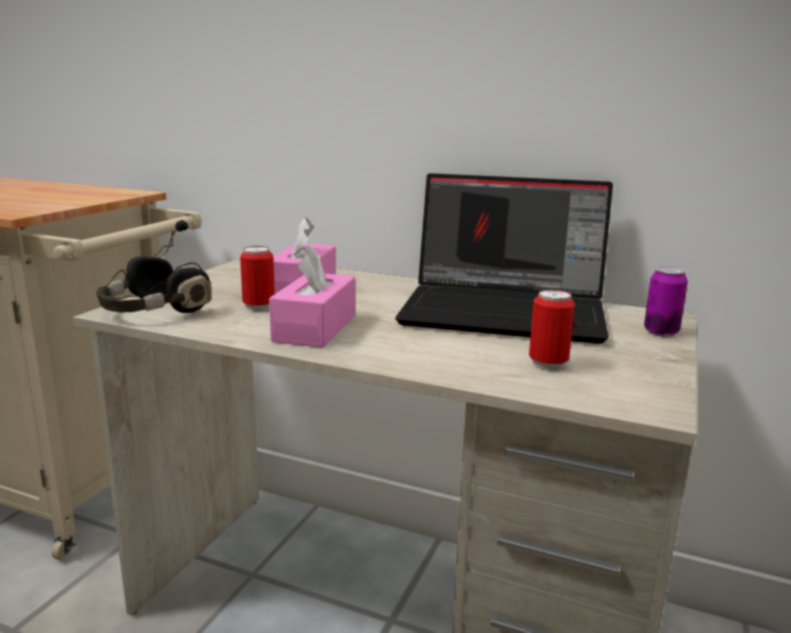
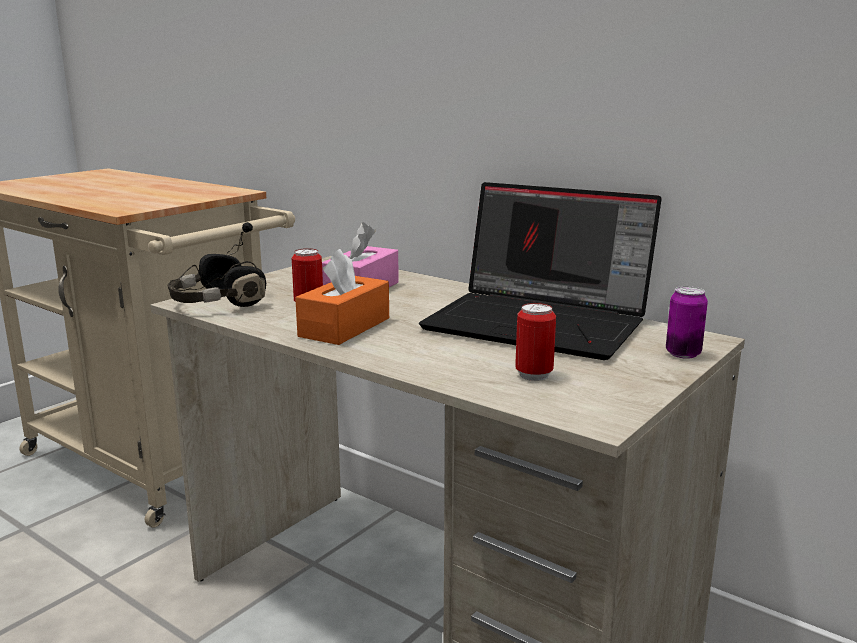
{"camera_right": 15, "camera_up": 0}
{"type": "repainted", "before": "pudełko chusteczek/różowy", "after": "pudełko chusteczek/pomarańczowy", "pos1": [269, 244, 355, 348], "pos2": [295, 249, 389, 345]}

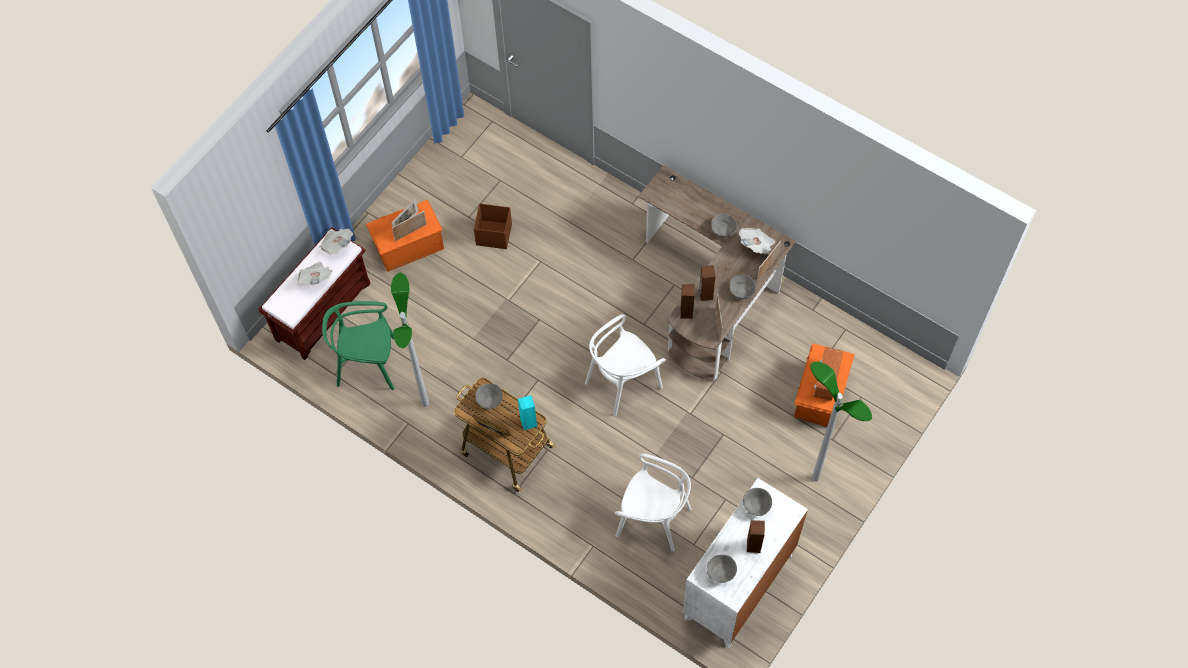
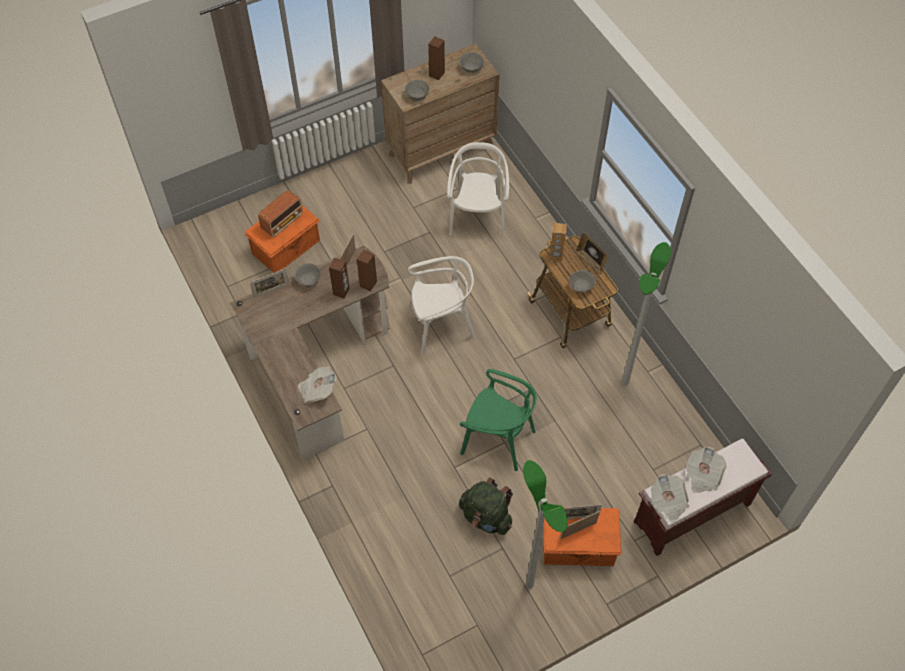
{"camera_right": -155, "camera_up": -5}
{"type": "gone", "before": "miska/szary", "pos1": [711, 214, 737, 237]}
{"type": "shifted", "before": "krzesło/zielony", "pos1": [322, 301, 395, 390], "pos2": [460, 369, 537, 471]}
{"type": "shifted", "before": "gazeta", "pos1": [739, 228, 776, 254], "pos2": [298, 366, 337, 403]}
{"type": "shifted", "before": "lampa stojąca", "pos1": [811, 362, 872, 482], "pos2": [523, 460, 568, 589]}
{"type": "swapped", "before": "pojemnik do przechowywania/brązowy", "after": "plecak/zielony", "pos1": [474, 203, 512, 249], "pos2": [459, 477, 513, 535]}
{"type": "repainted", "before": "głośnik/turkusowy", "after": "głośnik/brązowy", "pos1": [518, 395, 537, 430], "pos2": [549, 223, 567, 262]}
{"type": "repainted", "before": "komoda/biały", "after": "komoda/brązowy", "pos1": [683, 478, 808, 648], "pos2": [381, 44, 500, 184]}
{"type": "rotated", "before": "krzesło/biały", "pos1": [615, 453, 691, 552], "pos2": [447, 142, 509, 238], "turn": 45}

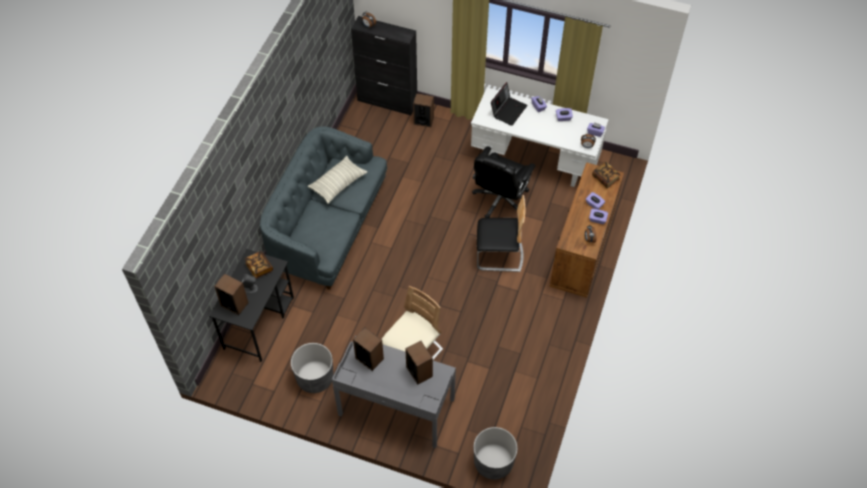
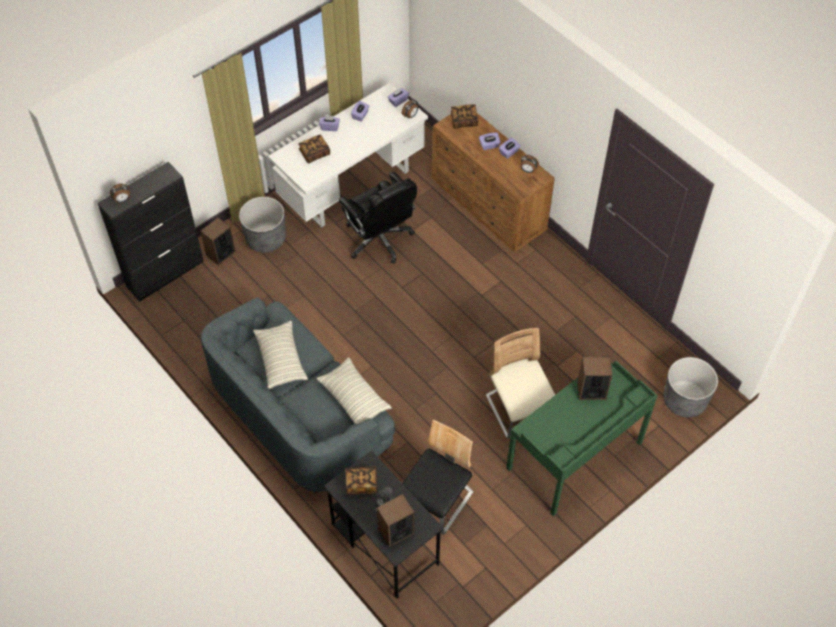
{"camera_right": -60, "camera_up": 0}
{"type": "gone", "before": "głośnik", "pos1": [353, 328, 384, 371]}
{"type": "new", "after": "poduszka", "pos2": [316, 358, 392, 424]}
{"type": "shifted", "before": "donica/szary", "pos1": [291, 343, 334, 393], "pos2": [239, 197, 286, 253]}
{"type": "shifted", "before": "krzesło", "pos1": [477, 195, 525, 272], "pos2": [402, 420, 474, 535]}
{"type": "swapped", "before": "laptop", "after": "książka", "pos1": [491, 82, 528, 126], "pos2": [298, 134, 330, 164]}
{"type": "repainted", "before": "biurko/szary", "after": "biurko/zielony", "pos1": [332, 336, 456, 448], "pos2": [506, 361, 658, 516]}

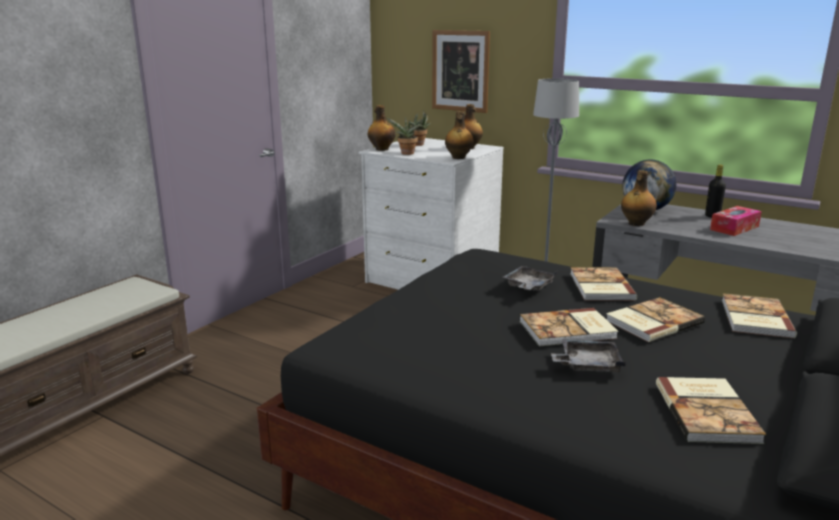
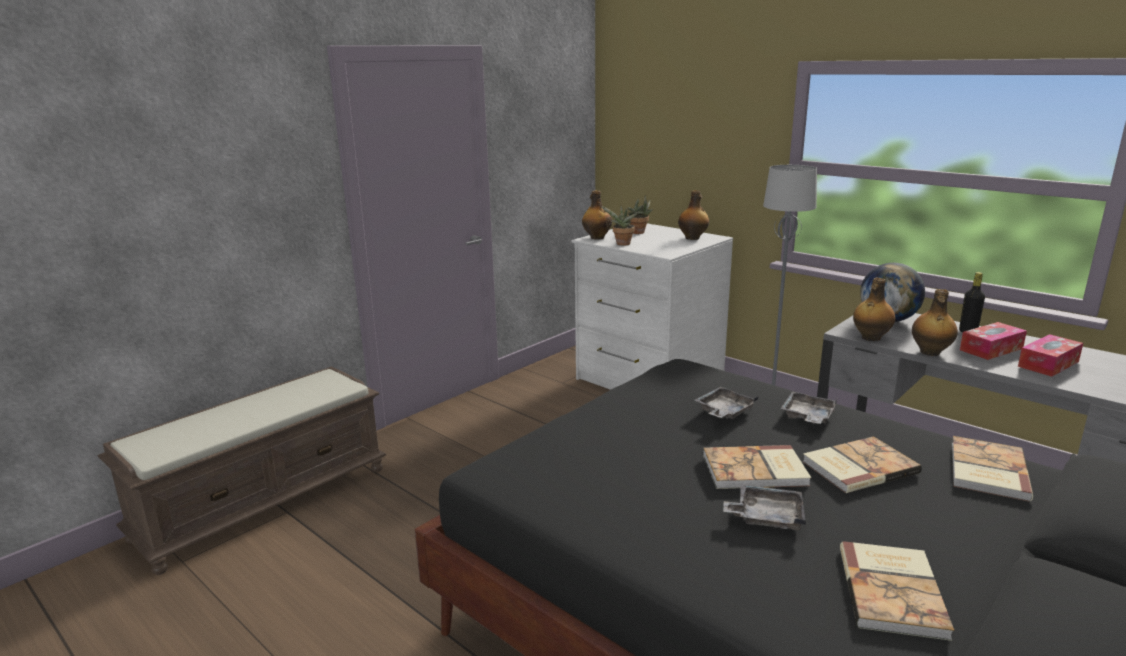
{"camera_right": 10, "camera_up": 0}
{"type": "gone", "before": "obraz", "pos1": [432, 30, 490, 113]}
{"type": "new", "after": "pudełko chusteczek", "pos2": [1018, 334, 1083, 377]}
{"type": "shifted", "before": "butelka", "pos1": [445, 111, 474, 159], "pos2": [912, 289, 958, 356]}
{"type": "swapped", "before": "książka", "after": "taca/szary", "pos1": [570, 267, 637, 301], "pos2": [781, 391, 837, 424]}

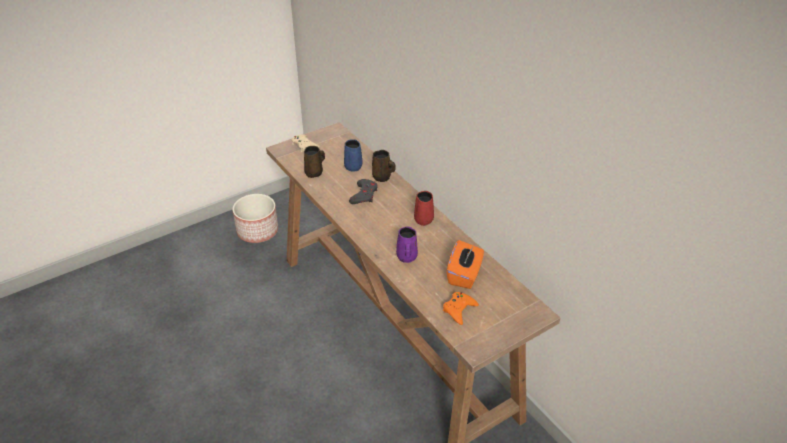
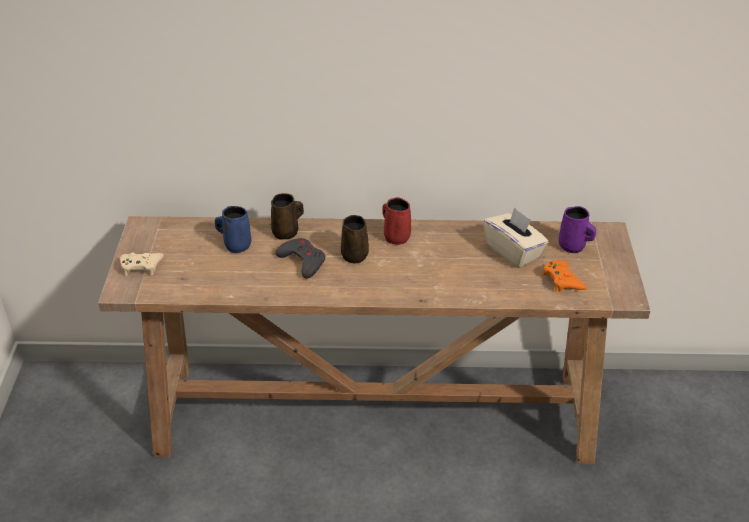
{"camera_right": -55, "camera_up": 0}
{"type": "gone", "before": "donica", "pos1": [233, 194, 278, 243]}
{"type": "shifted", "before": "kubek/brązowy", "pos1": [304, 146, 325, 178], "pos2": [341, 215, 369, 263]}
{"type": "shifted", "before": "kubek/fioletowy", "pos1": [396, 227, 418, 263], "pos2": [559, 206, 596, 253]}
{"type": "repainted", "before": "pudełko chusteczek/pomarańczowy", "after": "pudełko chusteczek/beżowy", "pos1": [446, 240, 484, 289], "pos2": [483, 207, 548, 268]}

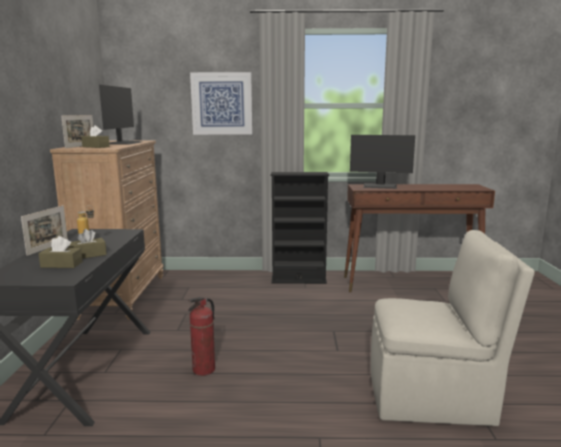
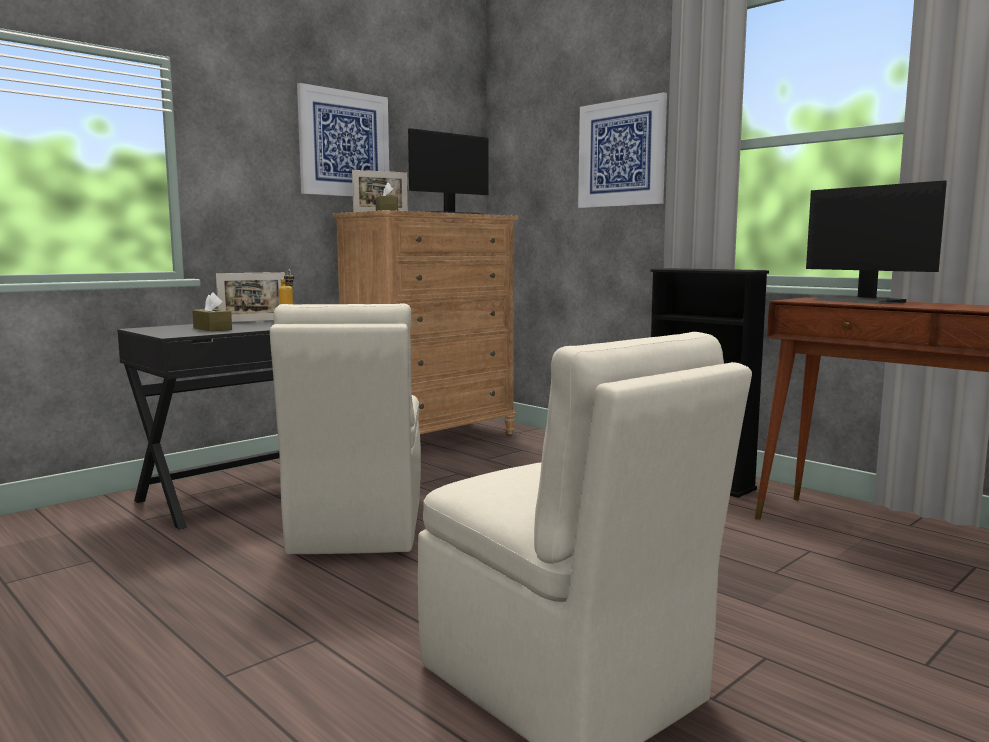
{"camera_right": 45, "camera_up": -5}
{"type": "gone", "before": "pudełko chusteczek/brązowy", "pos1": [68, 229, 107, 259]}
{"type": "new", "after": "obraz", "pos2": [297, 83, 389, 197]}
{"type": "swapped", "before": "gaśnica", "after": "krzesło/beżowy", "pos1": [188, 297, 215, 376], "pos2": [270, 304, 421, 554]}

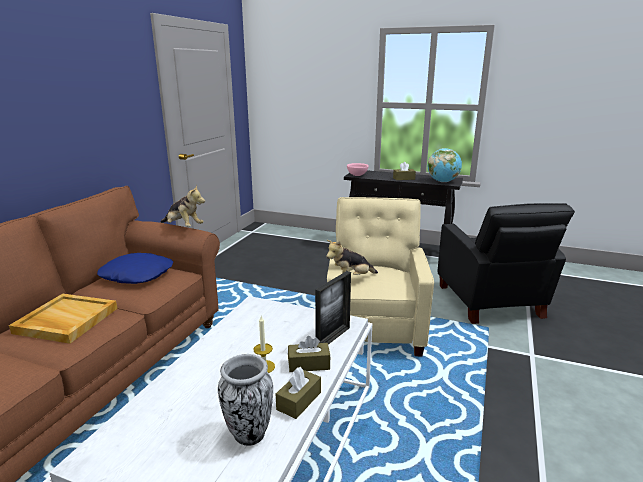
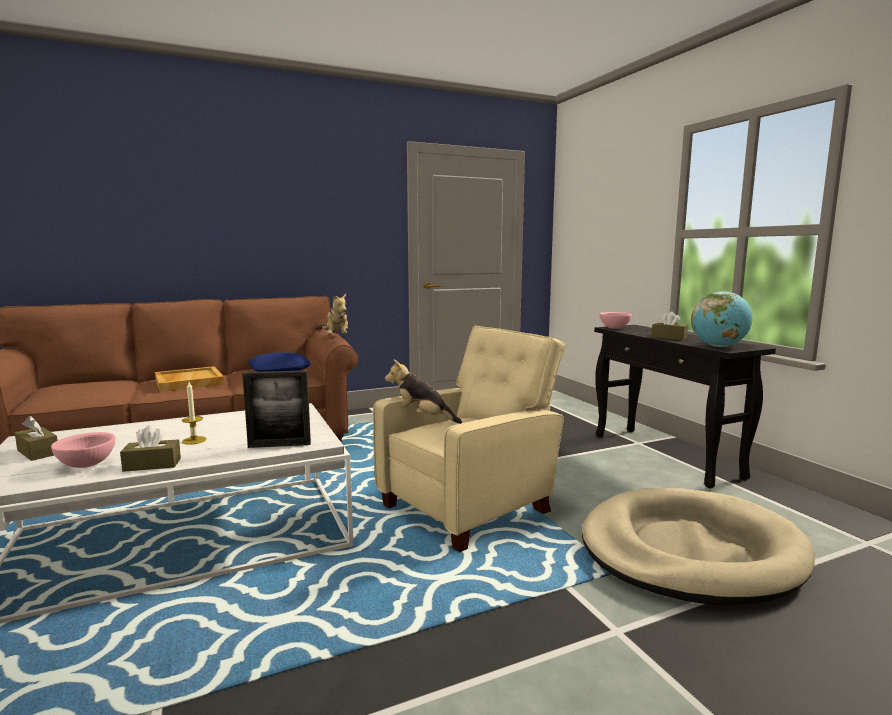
{"camera_right": 45, "camera_up": -10}
{"type": "shifted", "before": "pudełko chusteczek/brązowy", "pos1": [288, 336, 331, 372], "pos2": [15, 416, 58, 461]}
{"type": "swapped", "before": "wazon", "after": "miska/różowy", "pos1": [218, 354, 273, 446], "pos2": [51, 432, 115, 468]}
{"type": "swapped", "before": "fotel/czarny", "after": "legowisko/beżowy", "pos1": [438, 203, 575, 324], "pos2": [582, 488, 815, 605]}

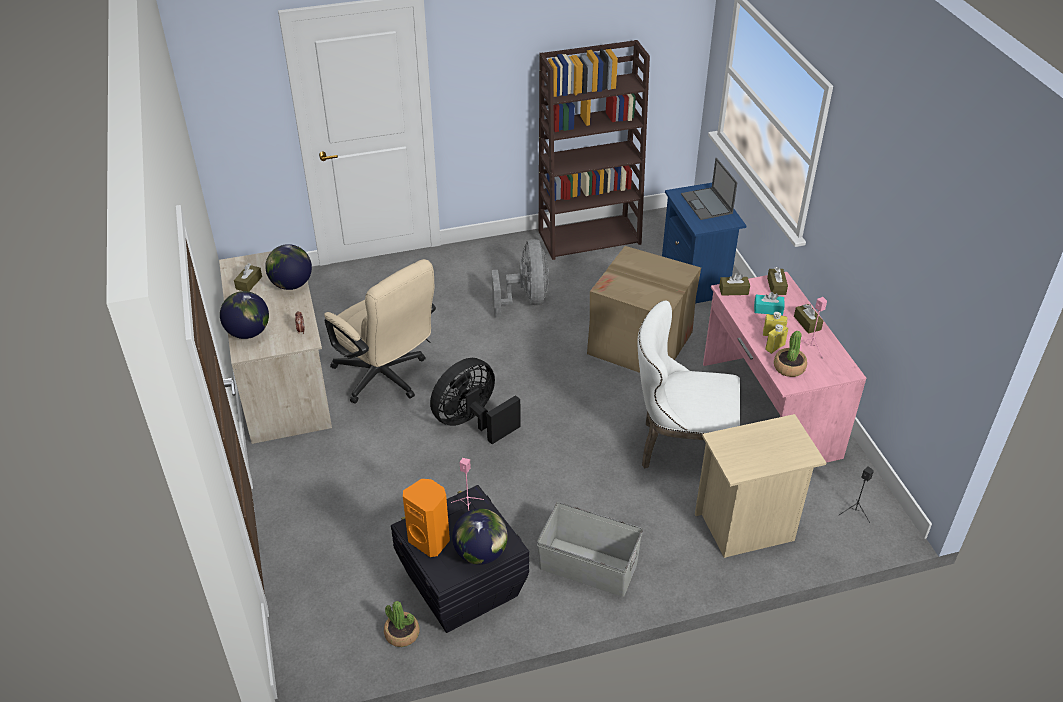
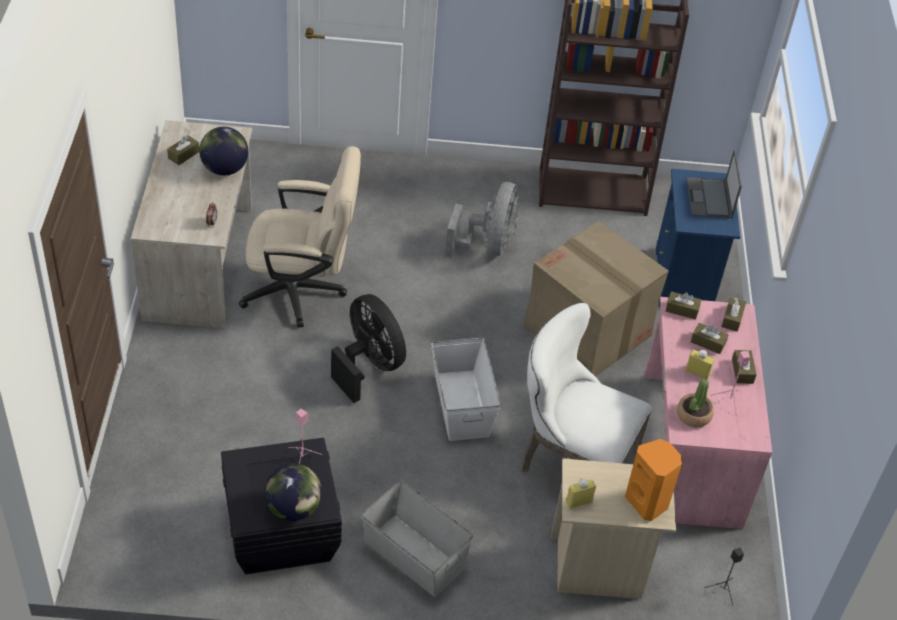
{"camera_right": 15, "camera_up": 5}
{"type": "gone", "before": "globus", "pos1": [220, 291, 269, 339]}
{"type": "gone", "before": "roślina doniczkowa", "pos1": [384, 601, 420, 647]}
{"type": "new", "after": "pojemnik do przechowywania/biały", "pos2": [431, 338, 501, 441]}
{"type": "shifted", "before": "głośnik/pomarańczowy", "pos1": [403, 479, 450, 557], "pos2": [625, 439, 682, 521]}
{"type": "shifted", "before": "butelka/żółty", "pos1": [765, 324, 788, 354], "pos2": [566, 479, 596, 509]}
{"type": "repainted", "before": "pudełko chusteczek/turkusowy", "after": "pudełko chusteczek/brązowy", "pos1": [754, 292, 785, 315], "pos2": [691, 323, 728, 354]}
{"type": "rotated", "before": "krzesło biurowe/beżowy", "pos1": [324, 259, 436, 404], "pos2": [239, 146, 361, 328], "turn": -60}
{"type": "rotated", "before": "wentylator/czarny", "pos1": [430, 358, 521, 444], "pos2": [331, 294, 406, 403], "turn": 75}

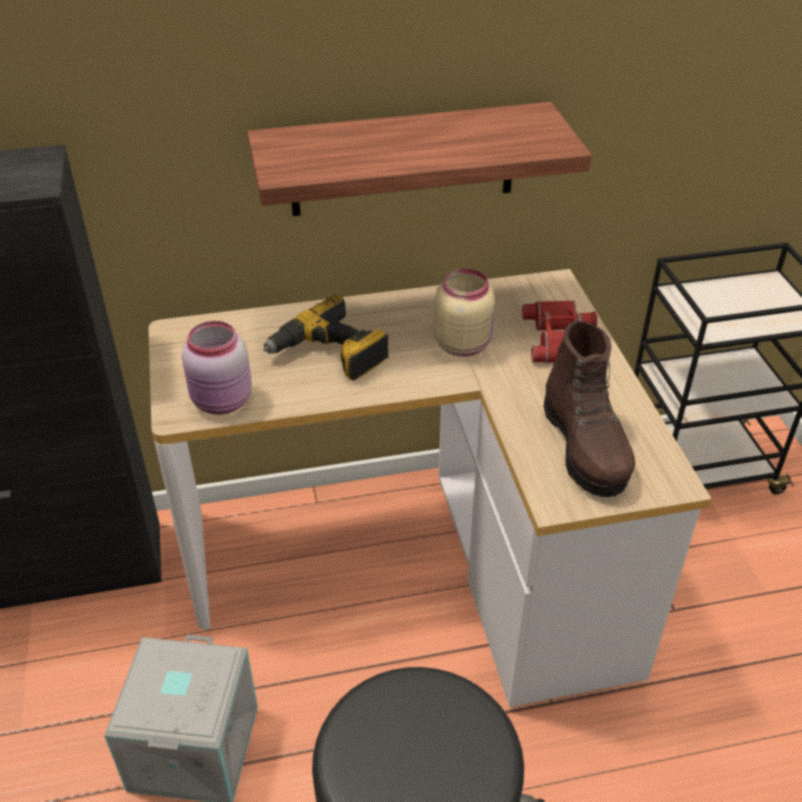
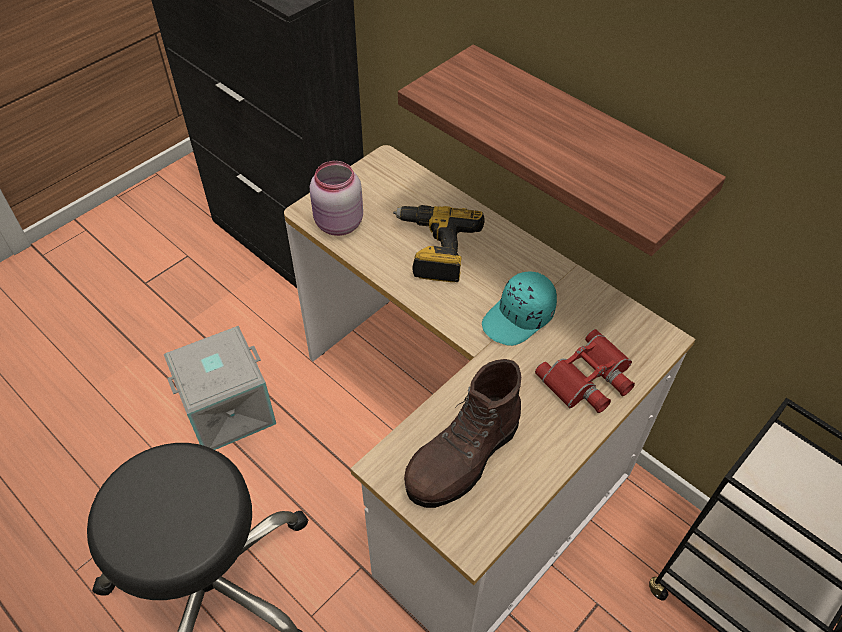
{"camera_right": 55, "camera_up": 10}
{"type": "swapped", "before": "słoik/beżowy", "after": "czapka z daszkiem/turkusowy", "pos1": [434, 268, 495, 357], "pos2": [482, 272, 557, 346]}

